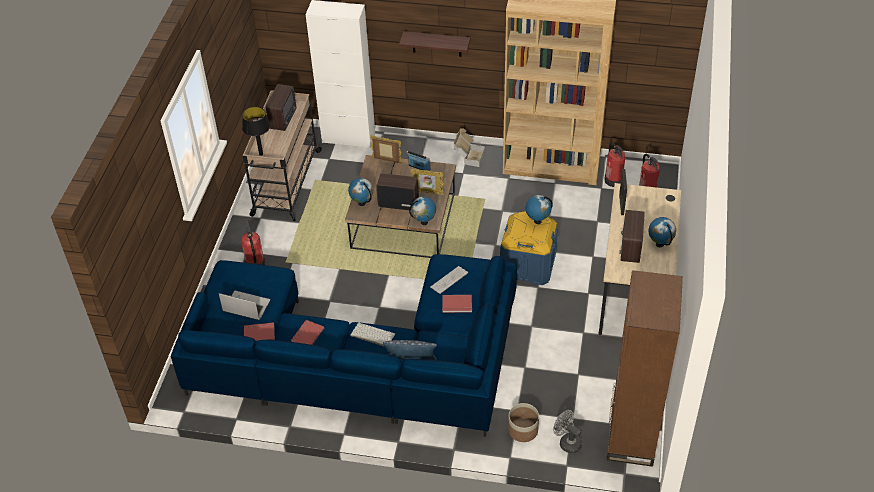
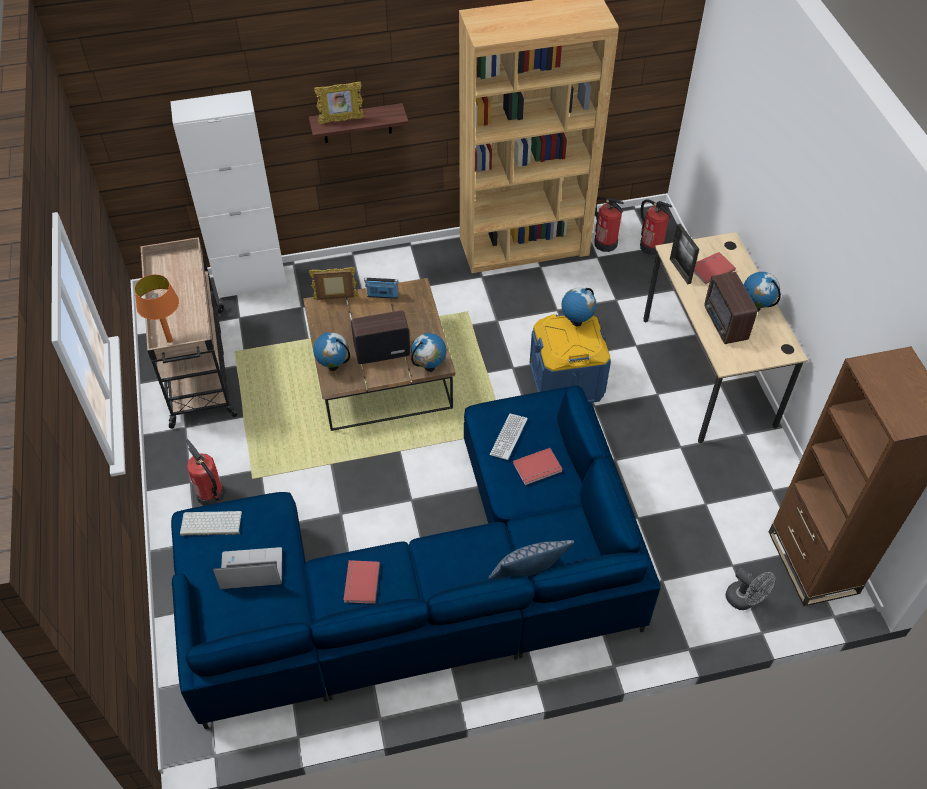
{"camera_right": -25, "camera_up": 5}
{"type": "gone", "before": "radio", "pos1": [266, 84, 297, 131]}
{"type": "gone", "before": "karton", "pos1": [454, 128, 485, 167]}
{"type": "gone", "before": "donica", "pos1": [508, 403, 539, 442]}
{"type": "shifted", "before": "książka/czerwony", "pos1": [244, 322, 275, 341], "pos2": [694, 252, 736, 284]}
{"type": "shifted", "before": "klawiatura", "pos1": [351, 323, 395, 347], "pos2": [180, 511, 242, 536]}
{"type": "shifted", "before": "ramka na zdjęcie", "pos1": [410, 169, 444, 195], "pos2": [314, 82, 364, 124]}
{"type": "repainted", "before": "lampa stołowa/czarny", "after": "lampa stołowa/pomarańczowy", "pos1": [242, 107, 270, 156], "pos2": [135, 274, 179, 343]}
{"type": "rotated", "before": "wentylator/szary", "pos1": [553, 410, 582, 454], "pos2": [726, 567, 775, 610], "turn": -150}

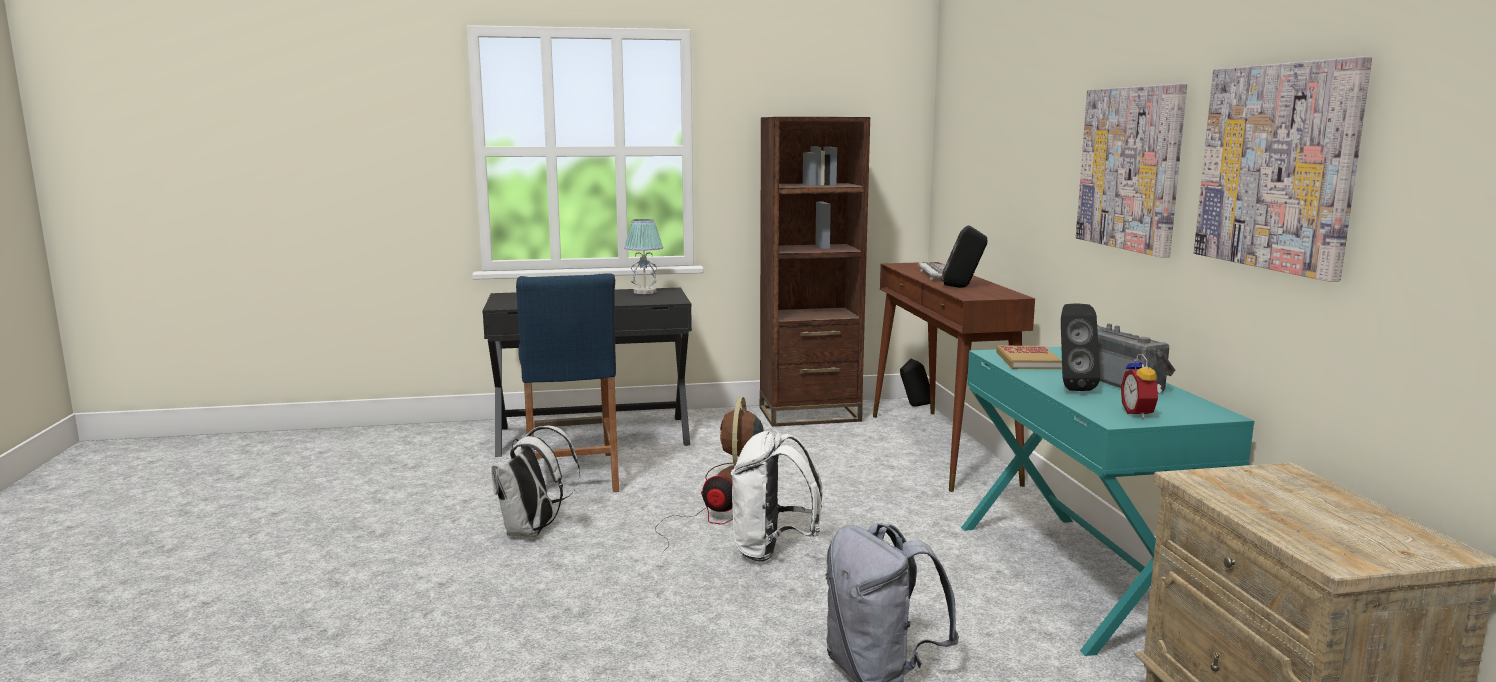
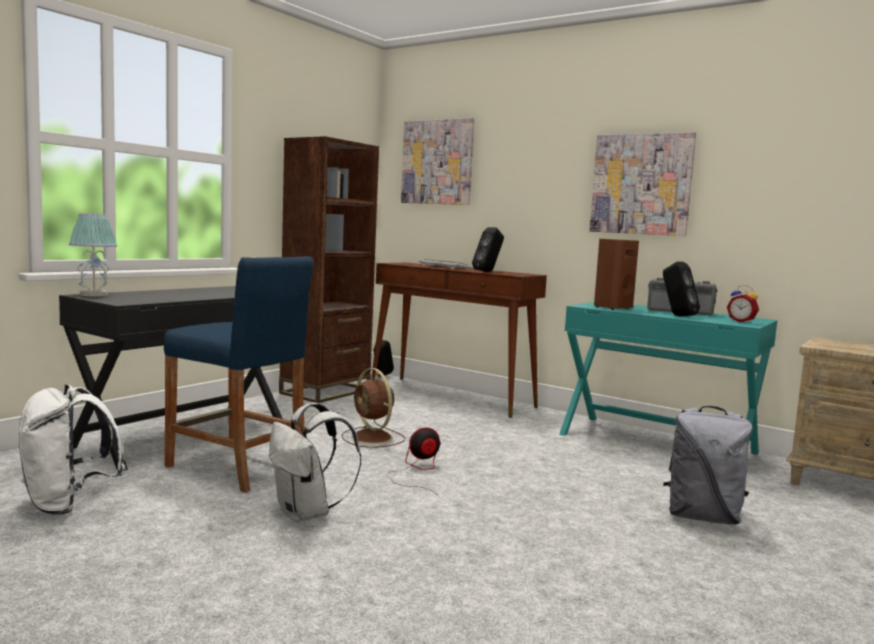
{"camera_right": -45, "camera_up": -5}
{"type": "shifted", "before": "lampa stołowa", "pos1": [624, 219, 663, 294], "pos2": [69, 213, 117, 296]}
{"type": "shifted", "before": "plecak/biały", "pos1": [731, 431, 822, 562], "pos2": [19, 384, 126, 515]}
{"type": "shifted", "before": "obraz", "pos1": [1194, 57, 1372, 282], "pos2": [401, 118, 474, 205]}
{"type": "swapped", "before": "książka", "after": "głośnik/brązowy", "pos1": [996, 346, 1062, 369], "pos2": [594, 239, 639, 310]}

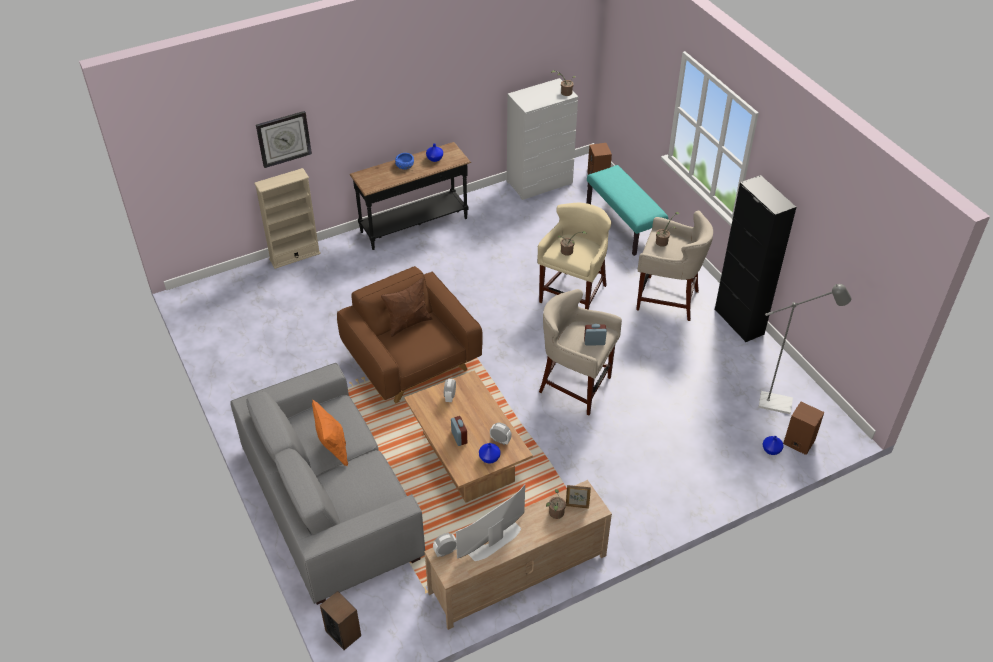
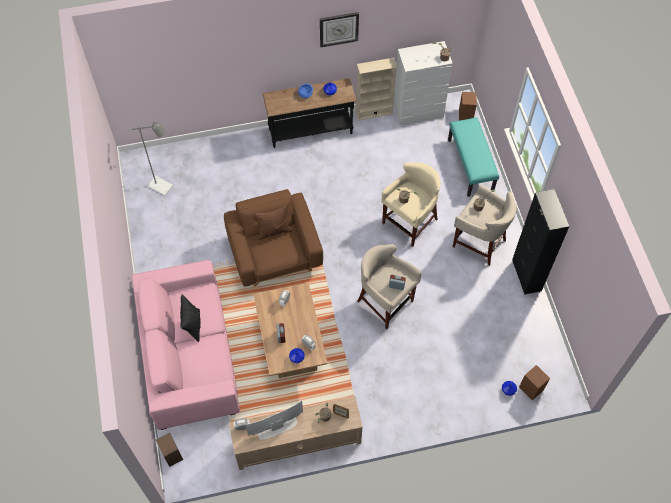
{"camera_right": 15, "camera_up": 15}
{"type": "shifted", "before": "regał/beżowy", "pos1": [254, 168, 321, 269], "pos2": [356, 58, 397, 121]}
{"type": "shifted", "before": "zegar ścienny", "pos1": [256, 111, 312, 168], "pos2": [320, 12, 359, 47]}
{"type": "shifted", "before": "lampa stojąca/szary", "pos1": [759, 284, 852, 414], "pos2": [128, 122, 173, 196]}
{"type": "repainted", "before": "kanapa/szary", "after": "kanapa/różowy", "pos1": [230, 363, 425, 605], "pos2": [131, 260, 240, 430]}
{"type": "repainted", "before": "poduszka/pomarańczowy", "after": "poduszka/czarny", "pos1": [312, 400, 348, 467], "pos2": [180, 294, 201, 342]}

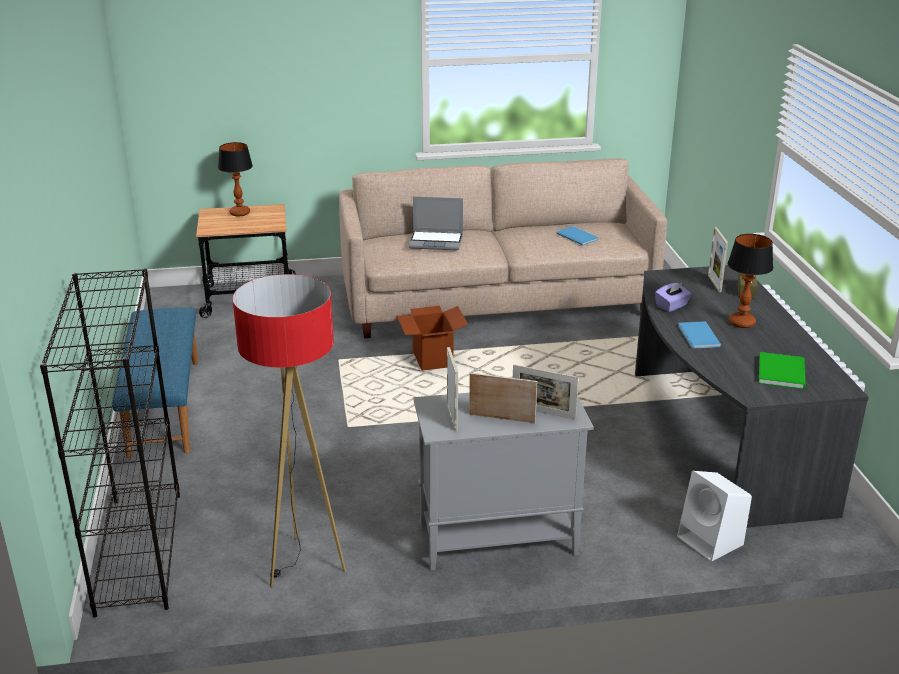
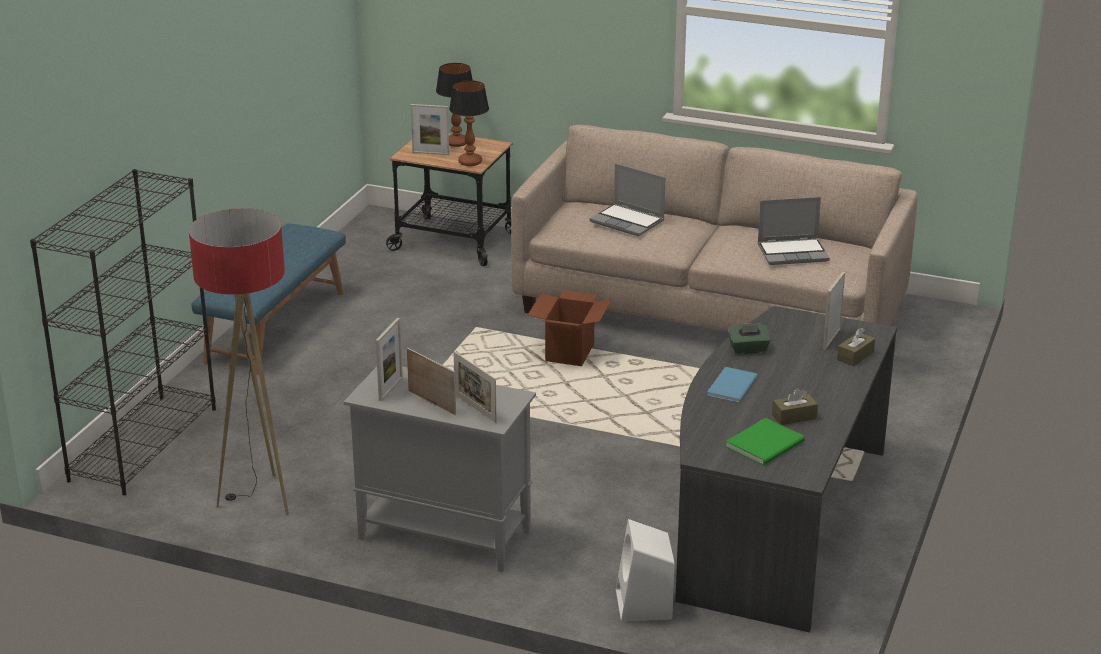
{"camera_right": 30, "camera_up": 0}
{"type": "new", "after": "ramka na zdjęcie", "pos2": [411, 104, 449, 155]}
{"type": "new", "after": "pudełko chusteczek/brązowy", "pos2": [772, 388, 818, 425]}
{"type": "shifted", "before": "lampa stołowa", "pos1": [728, 234, 773, 328], "pos2": [449, 80, 489, 166]}
{"type": "swapped", "before": "książka/niebieski", "after": "laptop", "pos1": [557, 226, 599, 245], "pos2": [758, 197, 830, 265]}
{"type": "repainted", "before": "pudełko chusteczek/fioletowy", "after": "pudełko chusteczek/zielony", "pos1": [655, 283, 692, 312], "pos2": [728, 323, 771, 354]}

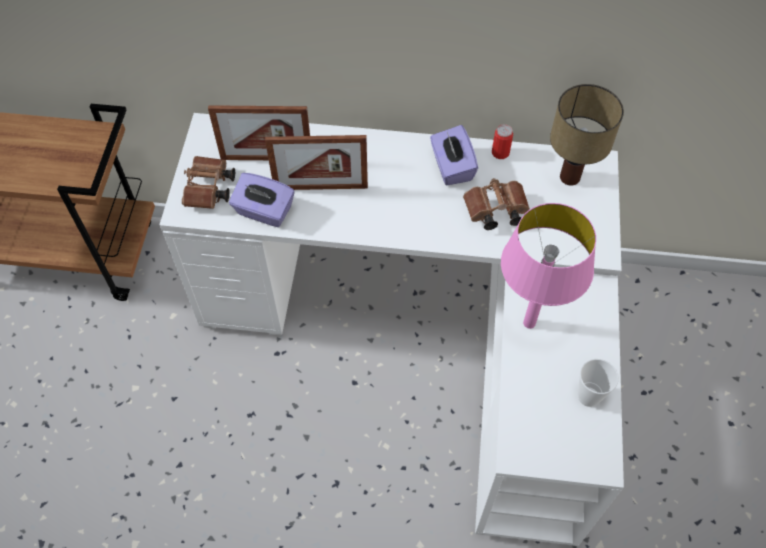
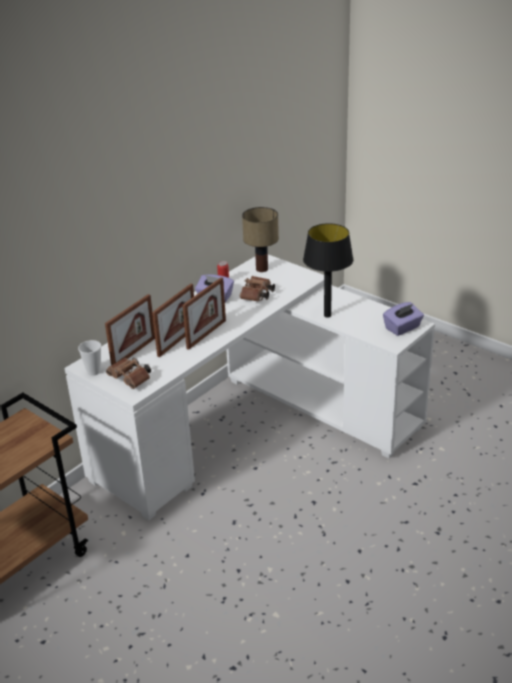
{"camera_right": -55, "camera_up": -25}
{"type": "new", "after": "ramka na zdjęcie", "pos2": [182, 277, 226, 350]}
{"type": "shifted", "before": "pudełko chusteczek/fioletowy", "pos1": [229, 173, 295, 227], "pos2": [383, 302, 424, 336]}
{"type": "shifted", "before": "filiżanka", "pos1": [578, 359, 619, 407], "pos2": [78, 340, 101, 376]}
{"type": "repainted", "before": "lampa stołowa/różowy", "after": "lampa stołowa/czarny", "pos1": [501, 203, 596, 329], "pos2": [303, 223, 354, 318]}

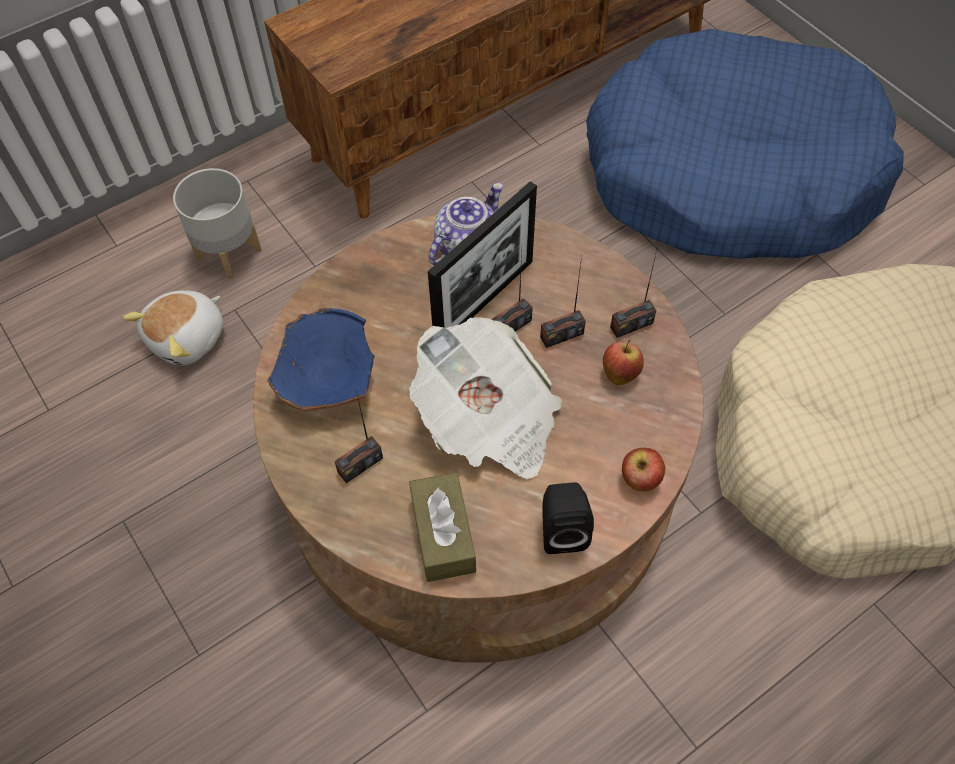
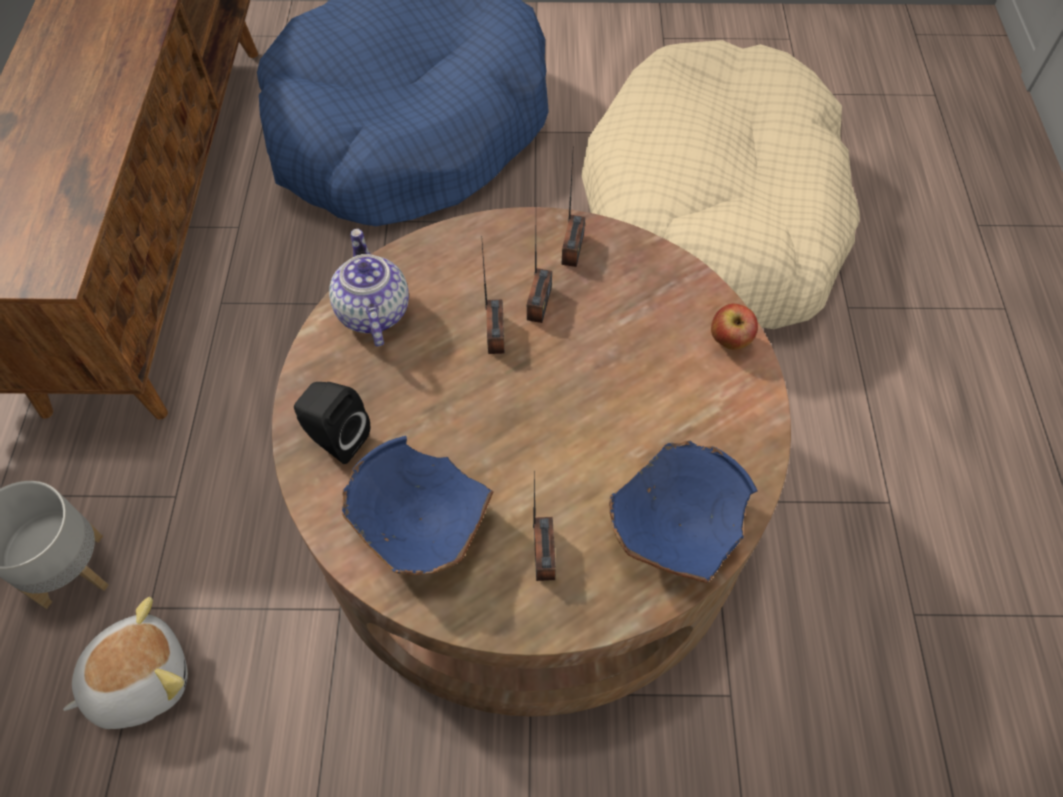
{"camera_right": -55, "camera_up": 0}
{"type": "gone", "before": "gazeta", "pos1": [409, 317, 562, 479]}
{"type": "gone", "before": "ramka na zdjęcie", "pos1": [428, 181, 537, 328]}
{"type": "gone", "before": "jabłko", "pos1": [603, 340, 644, 385]}
{"type": "shifted", "before": "głośnik/czarny", "pos1": [542, 482, 594, 554], "pos2": [294, 382, 370, 464]}
{"type": "swapped", "before": "pudełko chusteczek/brązowy", "after": "miska/niebieski", "pos1": [409, 472, 476, 582], "pos2": [609, 441, 758, 583]}
{"type": "rotated", "before": "pluszak", "pos1": [123, 290, 223, 366], "pos2": [63, 597, 188, 729], "turn": -105}

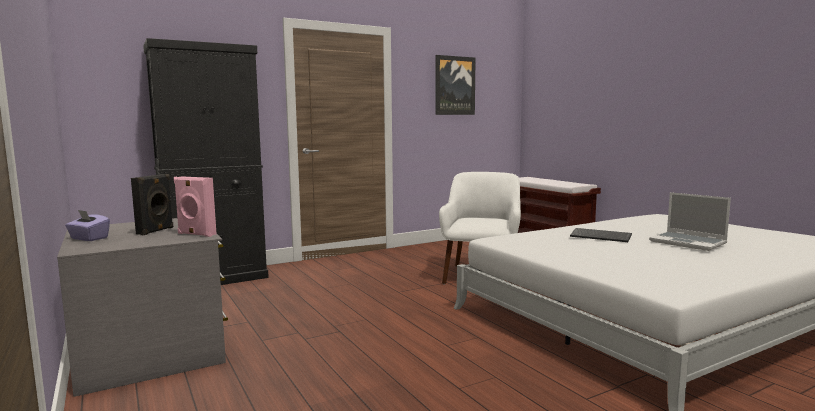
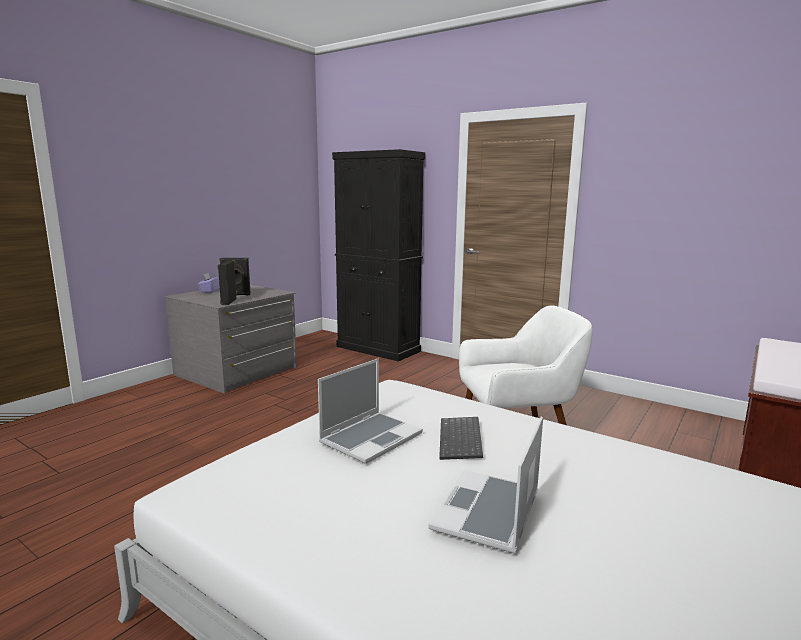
{"camera_right": 65, "camera_up": 5}
{"type": "gone", "before": "obraz", "pos1": [435, 55, 476, 115]}
{"type": "new", "after": "laptop", "pos2": [318, 358, 423, 464]}
{"type": "repainted", "before": "głośnik/różowy", "after": "głośnik/czarny", "pos1": [174, 176, 216, 237], "pos2": [218, 261, 237, 305]}

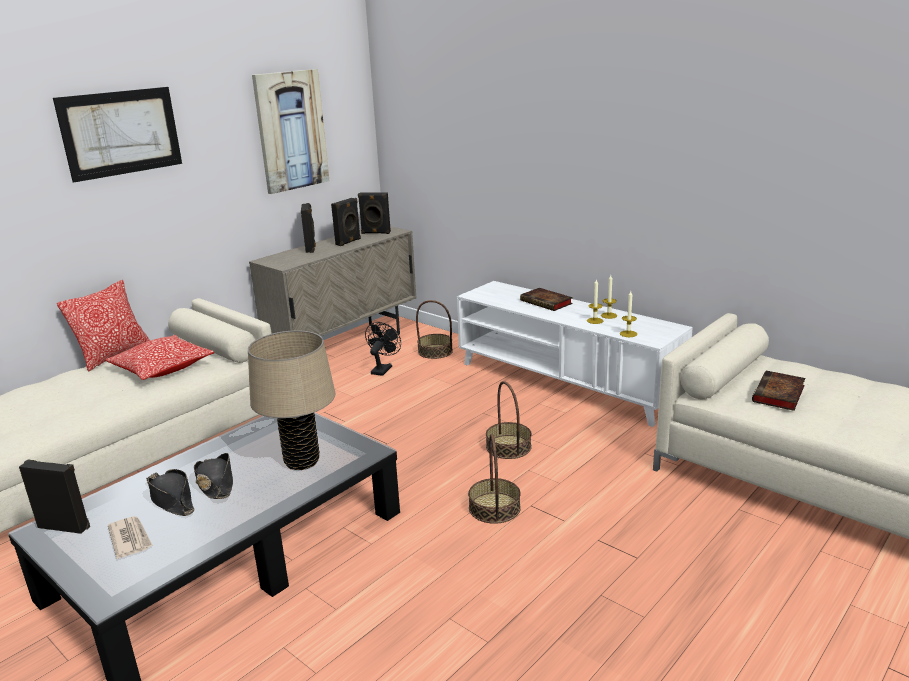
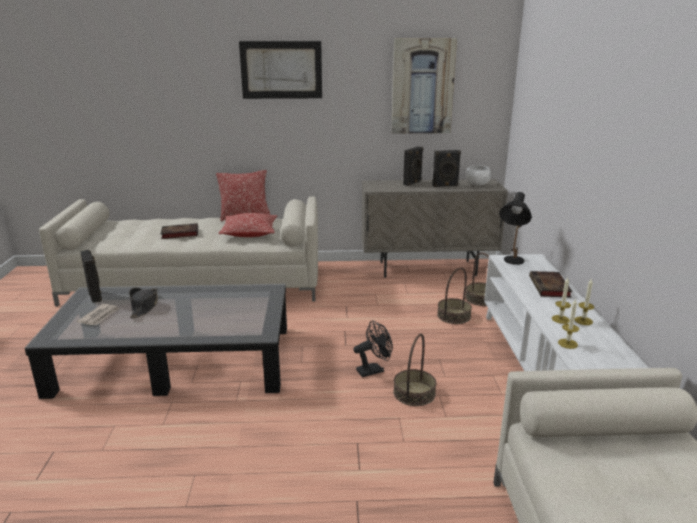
{"camera_right": 45, "camera_up": 0}
{"type": "gone", "before": "kapelusz/czarny", "pos1": [194, 453, 233, 499]}
{"type": "gone", "before": "lampa stołowa/beżowy", "pos1": [248, 330, 335, 470]}
{"type": "new", "after": "lampa stołowa/czarny", "pos2": [499, 192, 532, 265]}
{"type": "shifted", "before": "wentylator/czarny", "pos1": [365, 322, 401, 376], "pos2": [353, 320, 393, 377]}
{"type": "shifted", "before": "koszyk", "pos1": [468, 434, 521, 524], "pos2": [437, 267, 472, 324]}
{"type": "shifted", "before": "książka", "pos1": [752, 371, 806, 411], "pos2": [161, 223, 198, 239]}
{"type": "swapped", "before": "głośnik/czarny", "after": "miska/biały", "pos1": [358, 192, 391, 234], "pos2": [466, 165, 491, 186]}

